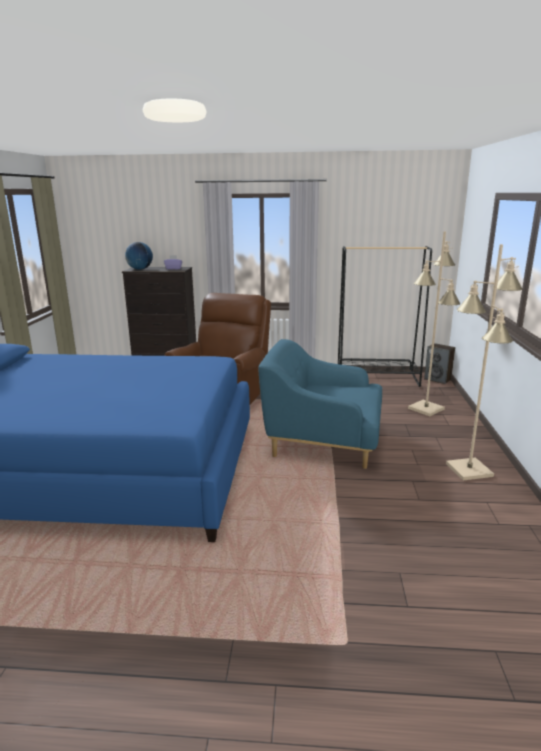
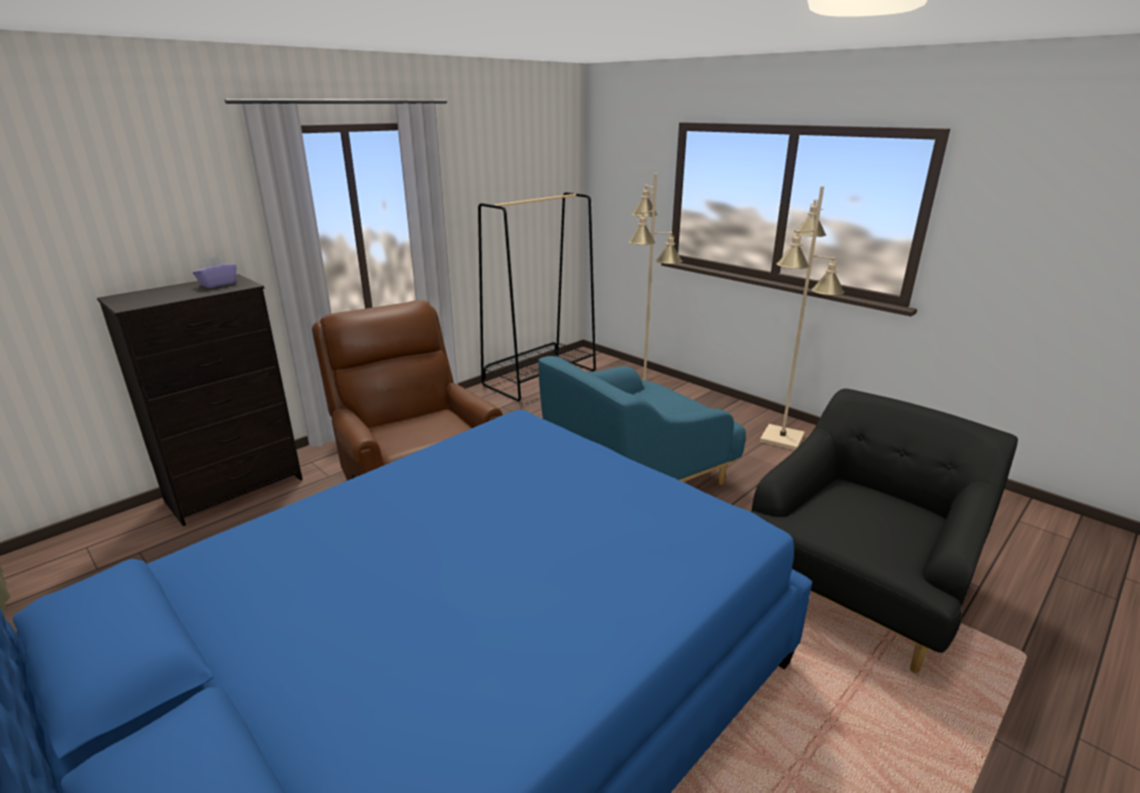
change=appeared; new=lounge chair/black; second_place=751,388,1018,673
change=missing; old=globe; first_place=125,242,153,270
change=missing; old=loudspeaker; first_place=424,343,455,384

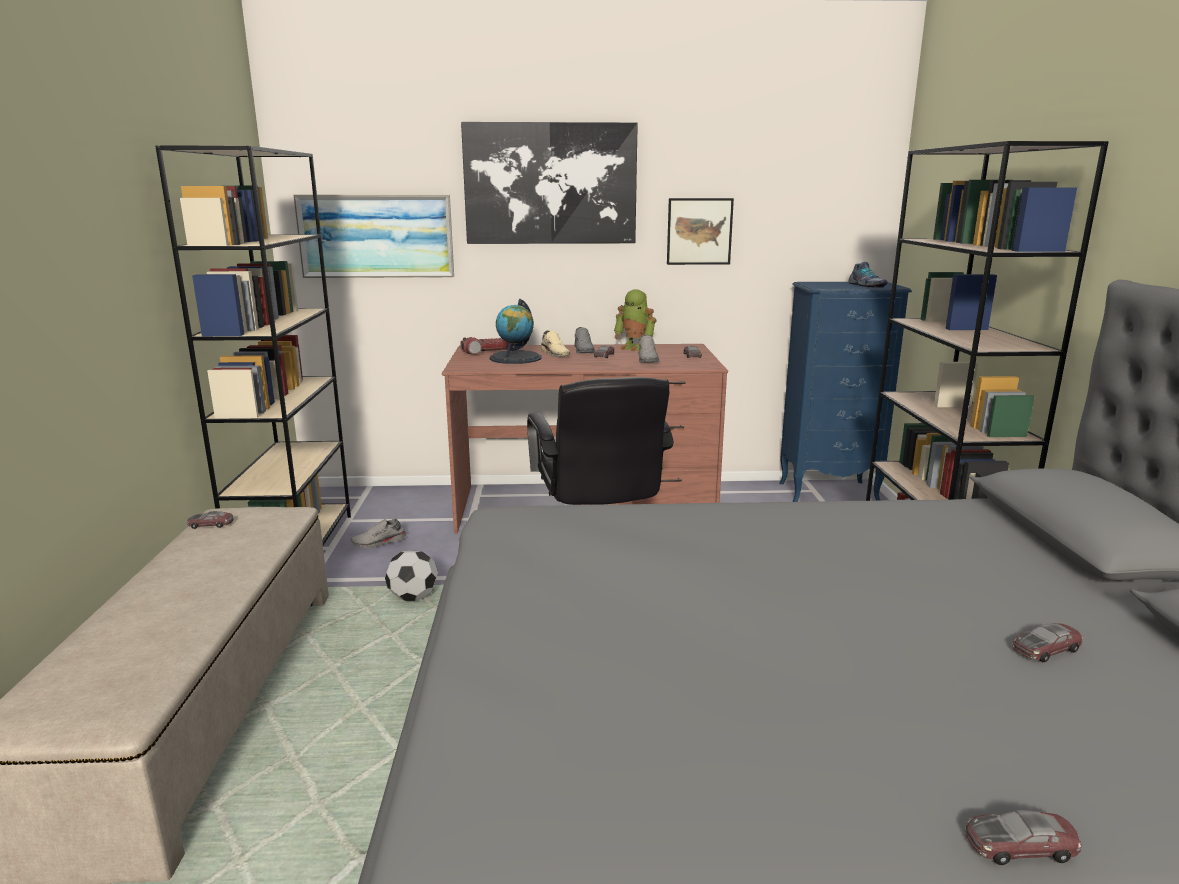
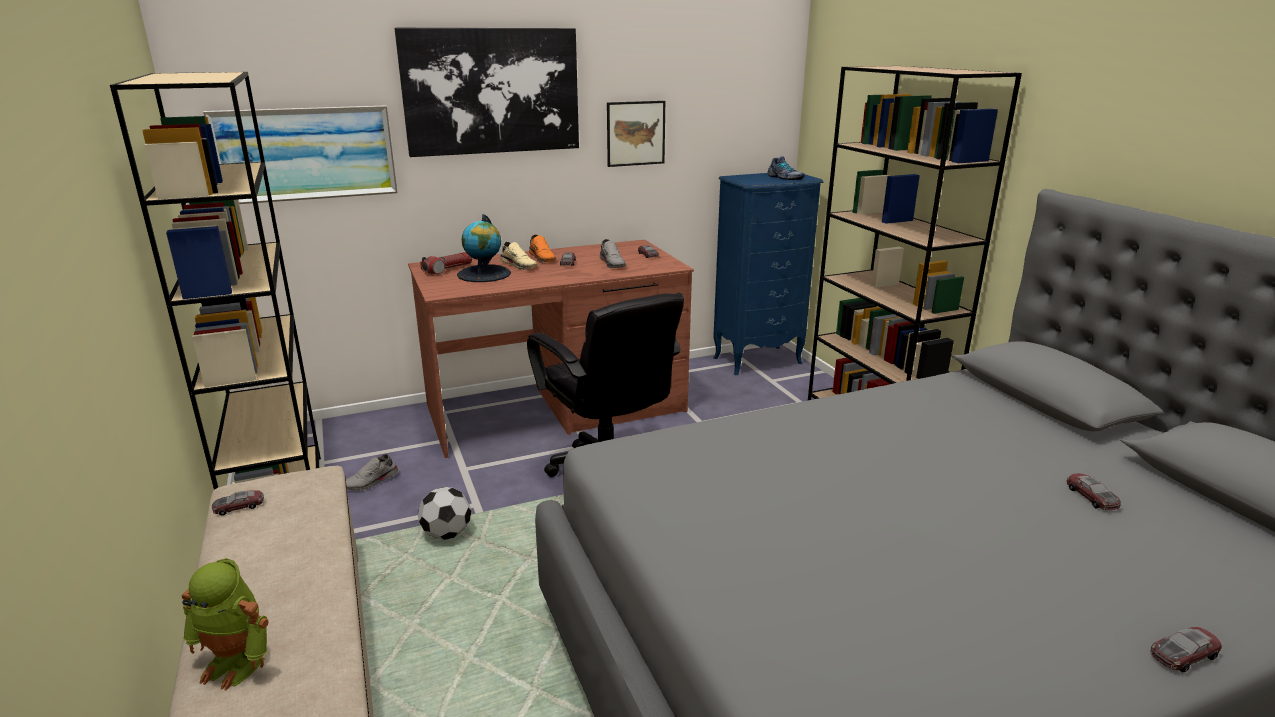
change=relocated; old=model robot; first_place=614,289,657,351; second_place=182,558,269,690
change=colour; old=low shoe/grey; new=low shoe/orange-coloured; first_place=574,327,595,353; second_place=529,234,556,262
change=spun; old=miniature car; first_place=1012,623,1083,663; second_place=1067,473,1121,510; degrees=-60

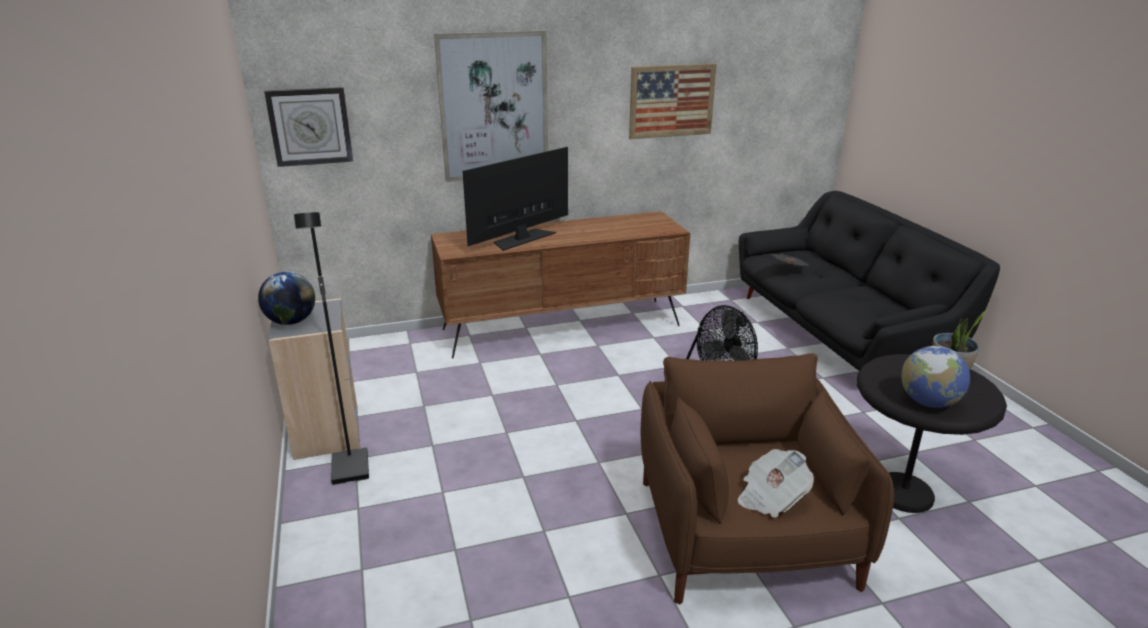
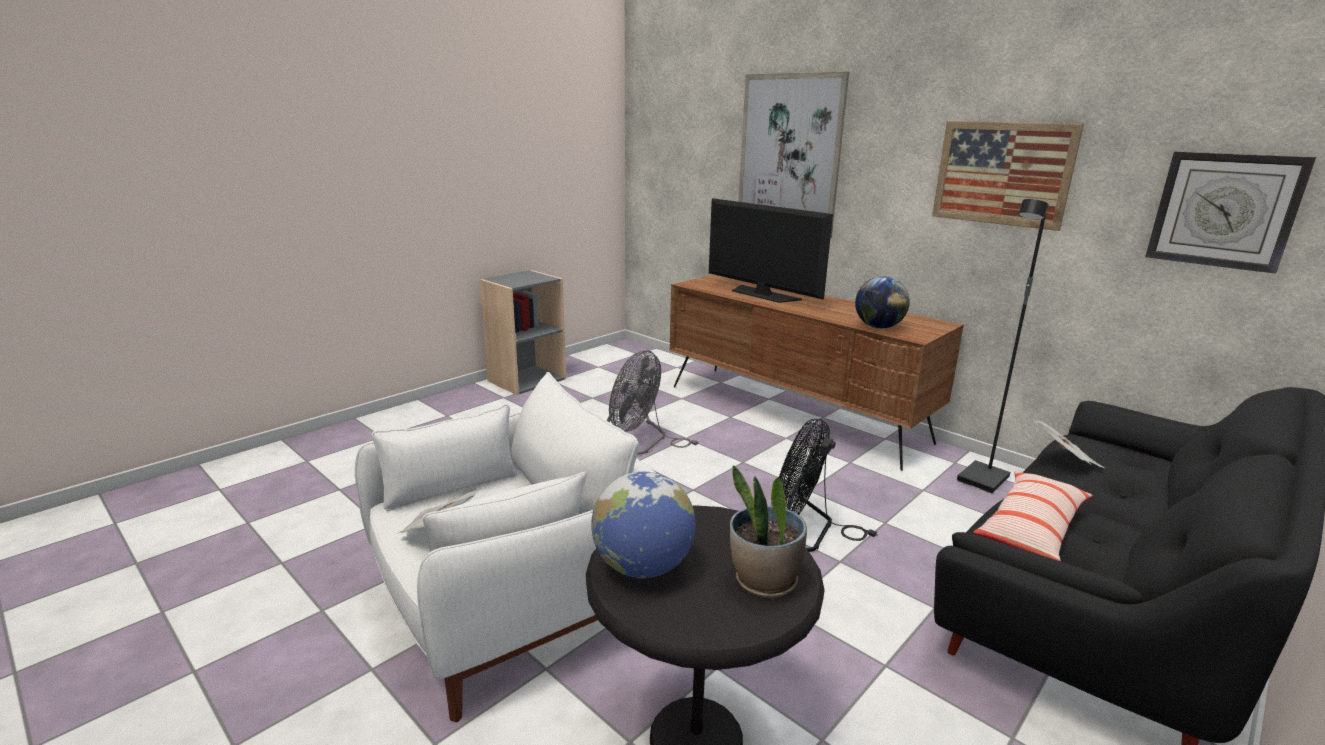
change=colour; old=lounge chair/brown-coloured; new=lounge chair/white-coloured; first_place=641,353,894,605; second_place=355,372,656,722
change=appeared; new=cooling fan/grey; second_place=607,350,698,454
change=spun; old=TV set; first_place=463,147,568,251; second_place=709,198,833,303; degrees=-150
change=relocated; old=globe; first_place=258,272,315,325; second_place=855,276,910,328
change=relocated; old=standard lamp/black; first_place=294,212,369,485; second_place=957,199,1049,493
change=appeared; new=pillow; second_place=973,471,1093,561
change=relocated; old=clock on the wall; first_place=264,87,353,167; second_place=1145,151,1316,274

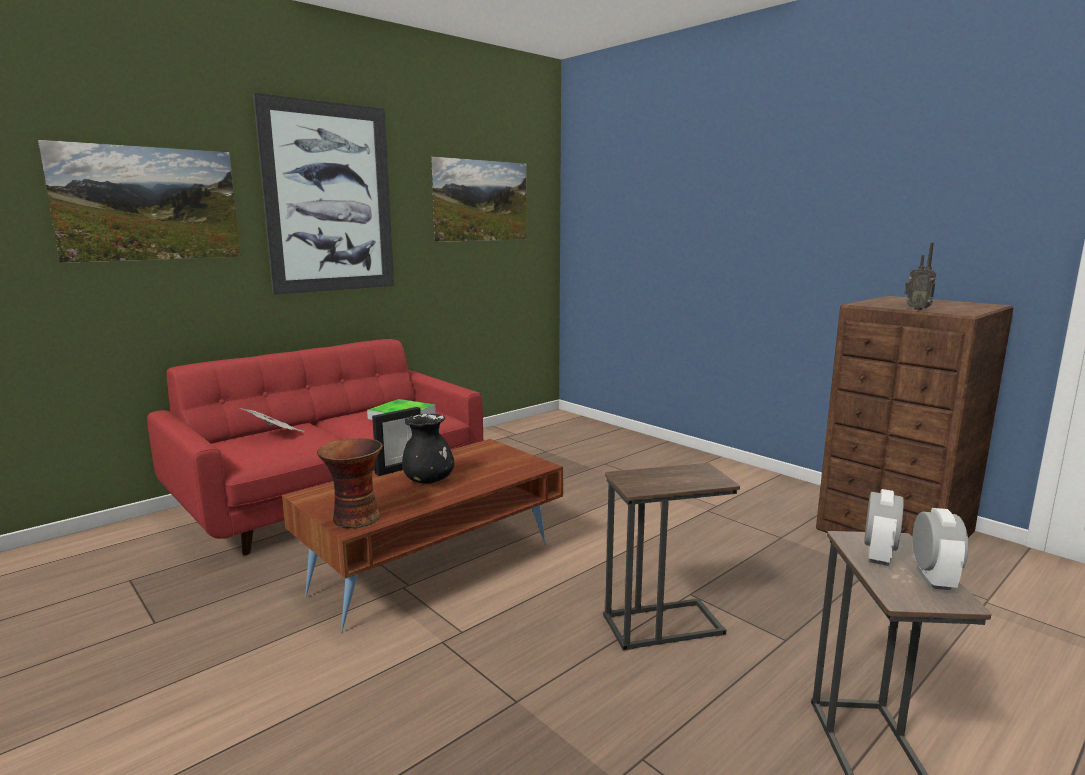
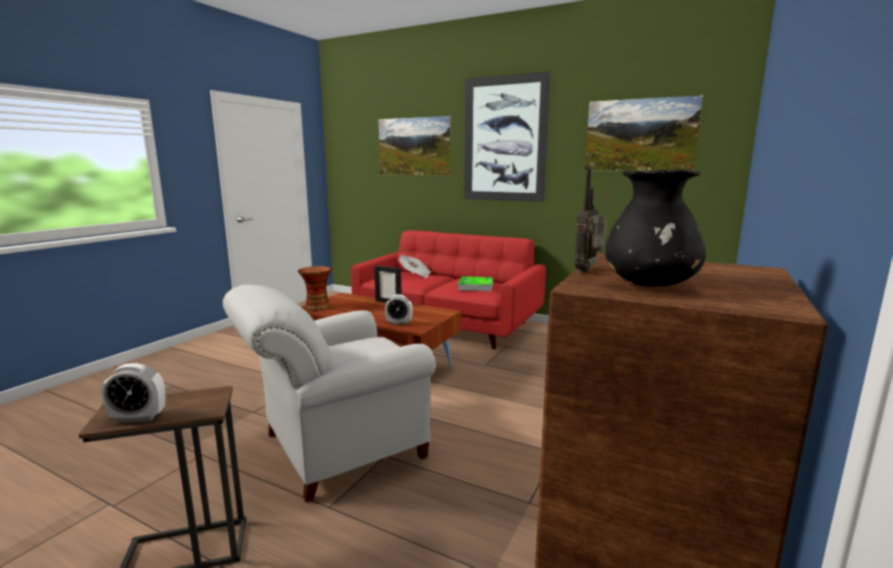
change=exchanged; old=end table/brown-coloured; new=lounge chair/white-coloured; first_place=603,463,740,651; second_place=223,284,436,502
change=relocated; old=alarm clock; first_place=864,489,904,566; second_place=385,294,413,325
change=relocated; old=vase/black; first_place=402,414,454,484; second_place=605,170,706,286

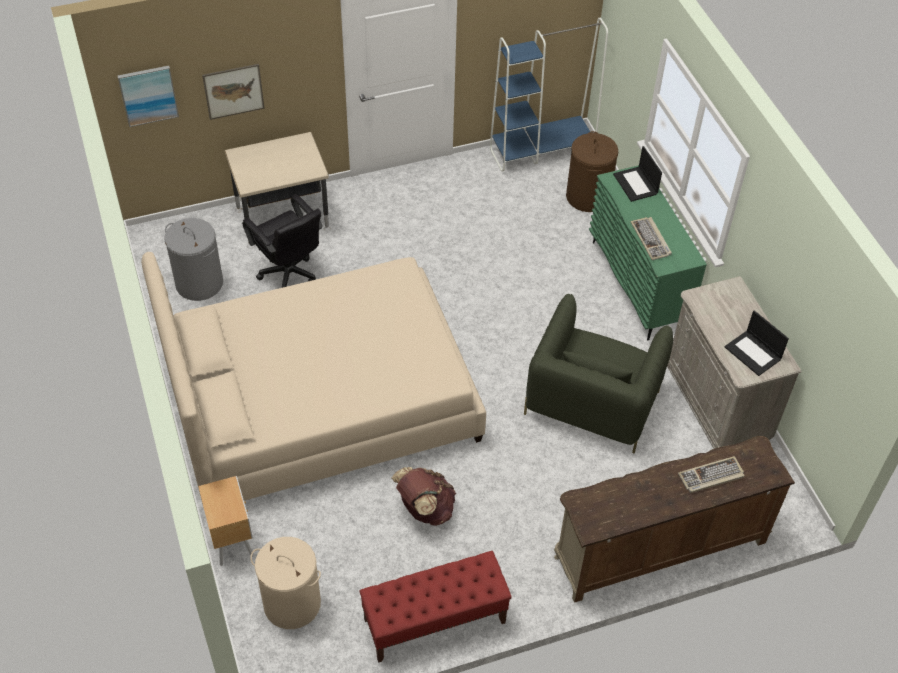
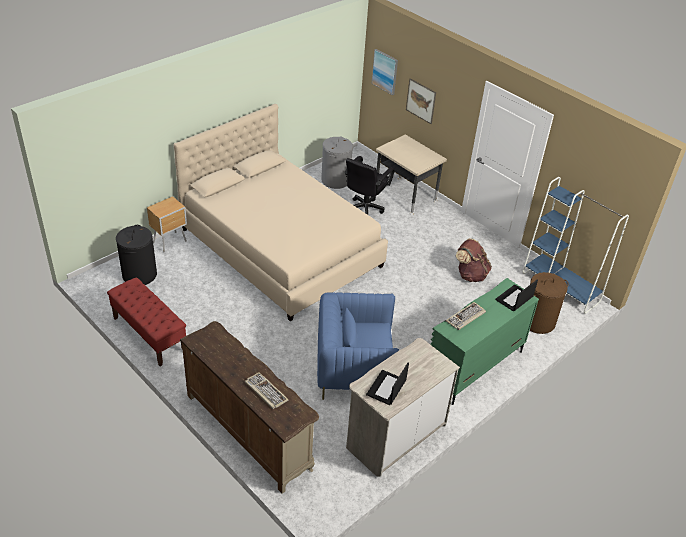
change=colour; old=laundry basket/sand-coloured; new=laundry basket/black; first_place=250,537,321,629; second_place=116,225,157,285
change=colour; old=lounge chair/green-coloured; new=lounge chair/blue-coloured; first_place=524,294,673,453; second_place=317,292,399,400
change=relocated; old=backpack/brown-coloured; first_place=392,467,456,526; second_place=456,238,492,282

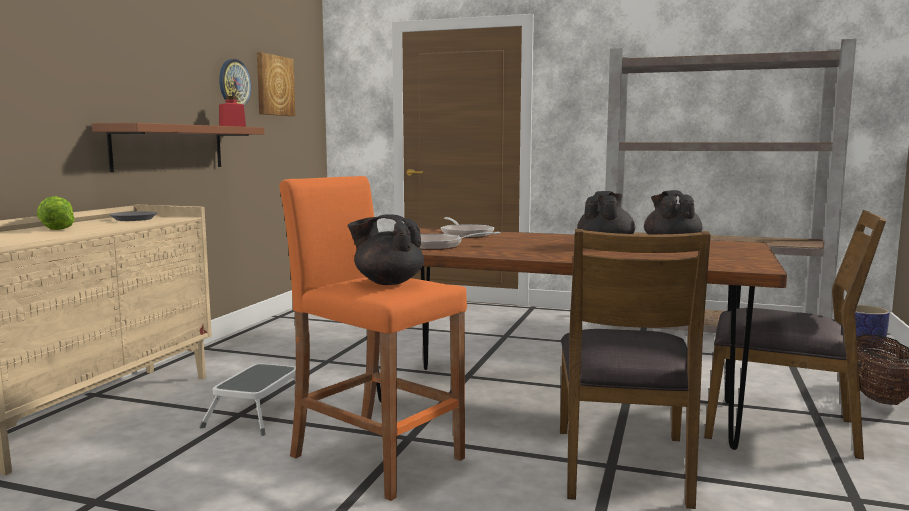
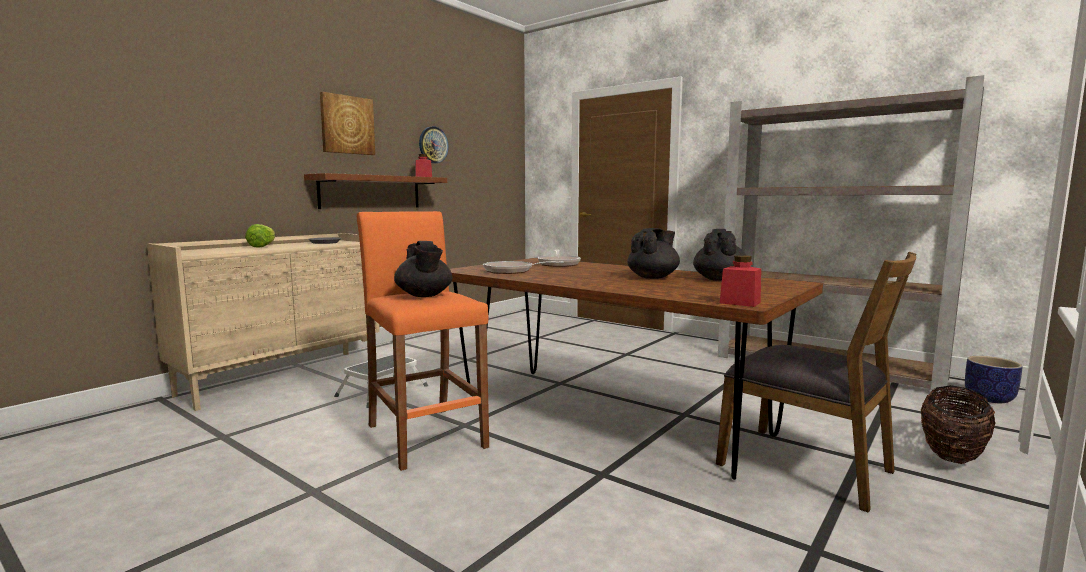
change=relocated; old=wall picture; first_place=257,52,295,116; second_place=320,92,375,155
change=spun; old=pot for tea/black; first_place=347,214,424,285; second_place=394,241,452,297; degrees=-150
change=appeared; new=preserve jar/reddish; second_place=720,255,761,307
change=missing; old=plain chair/brown-coloured; first_place=560,229,711,509

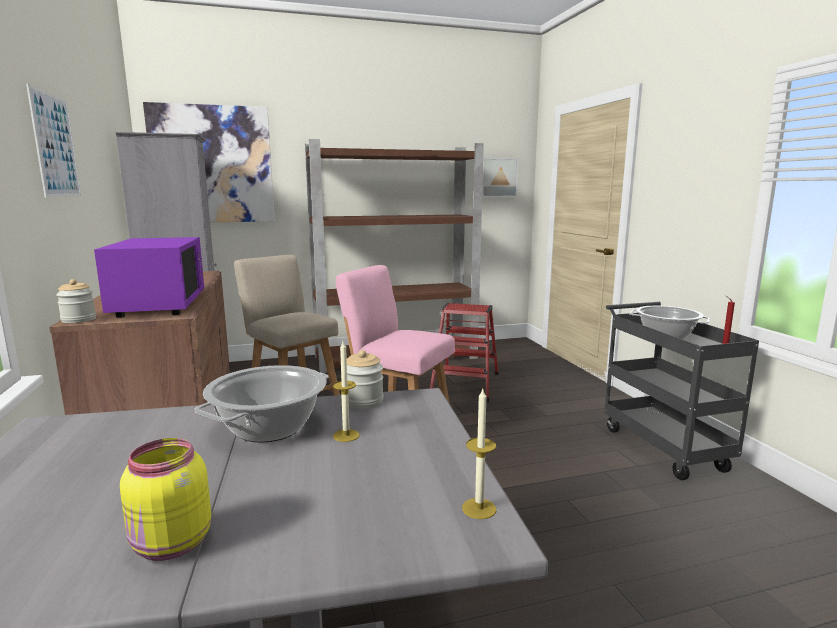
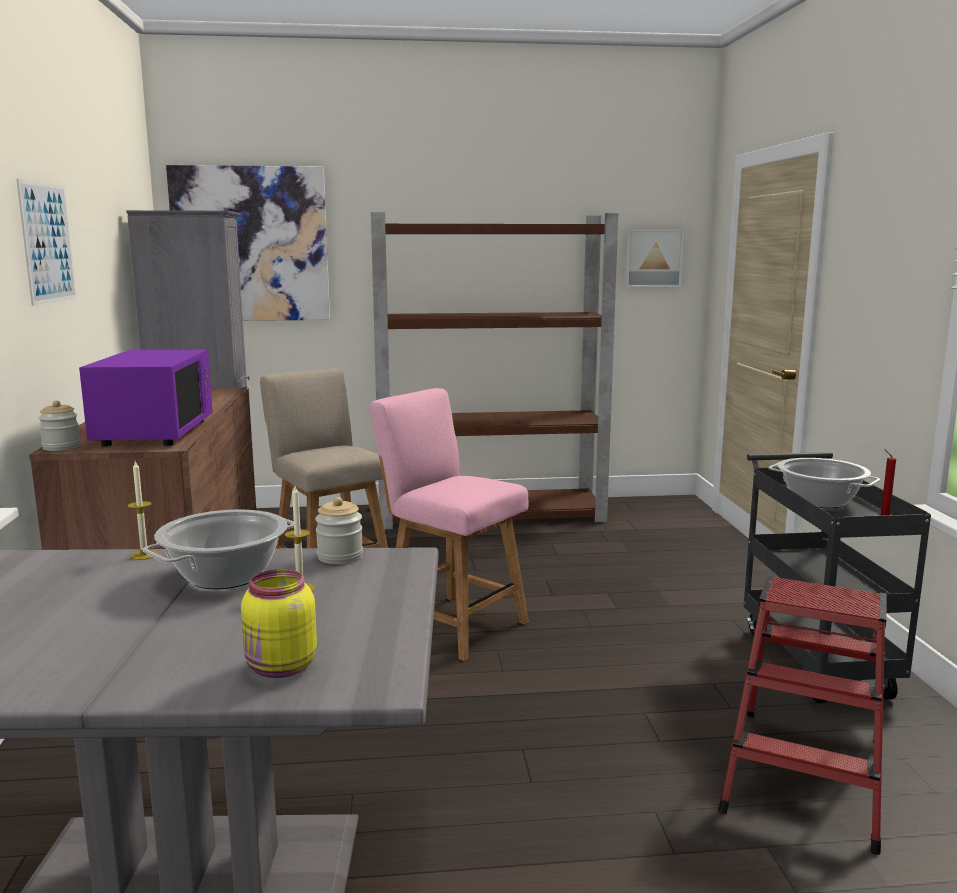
change=relocated; old=wax candle; first_place=462,389,496,519; second_place=127,461,158,560
change=relocated; old=preserve jar/yellow; first_place=120,438,211,561; second_place=241,569,317,678
change=relocated; old=step ladder/reddish; first_place=430,303,499,403; second_place=719,575,887,855

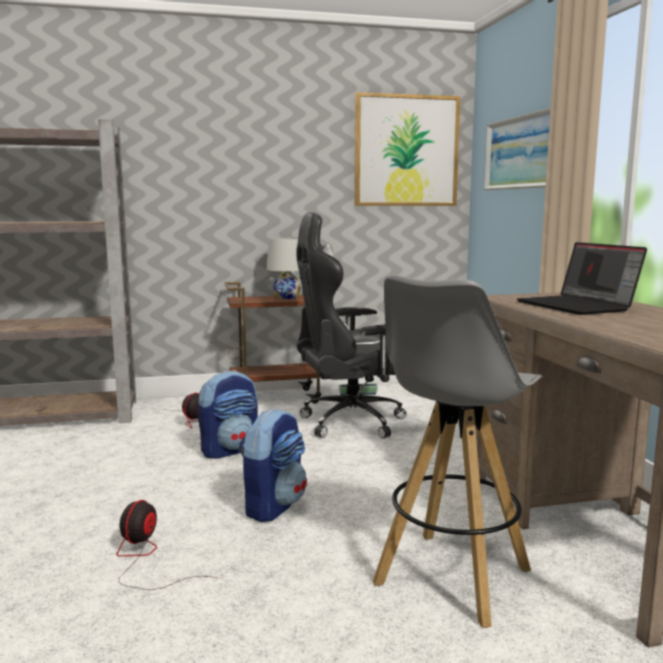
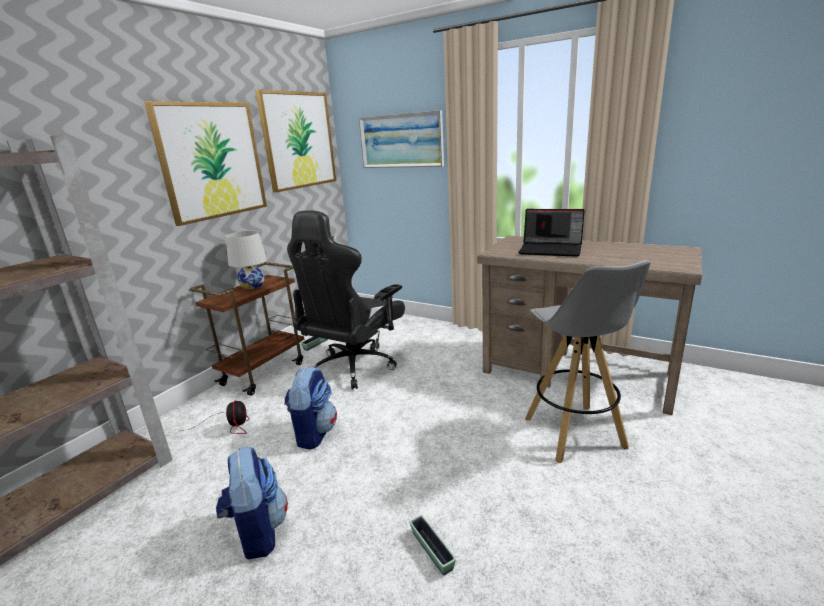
change=appeared; new=wall picture; second_place=144,101,267,226
change=relocated; old=backpack; first_place=239,408,307,522; second_place=216,447,288,560
change=exchanged; old=cooling fan; new=flower pot; first_place=117,500,216,590; second_place=410,515,456,575

